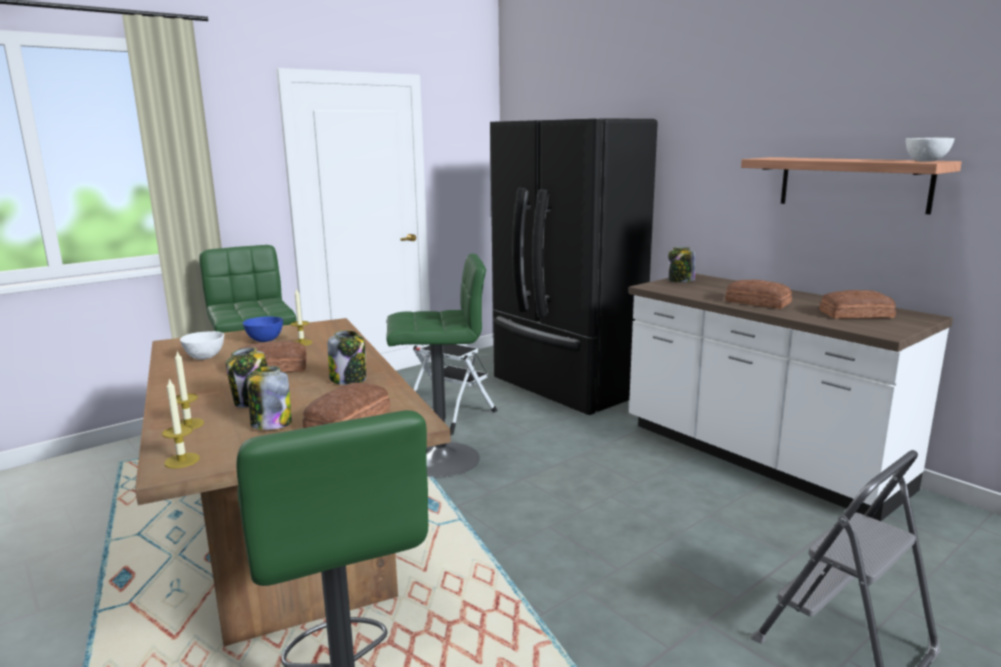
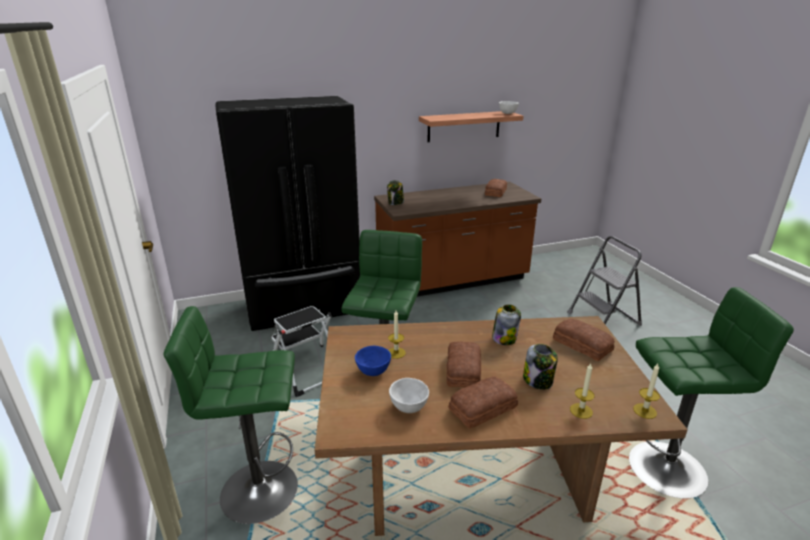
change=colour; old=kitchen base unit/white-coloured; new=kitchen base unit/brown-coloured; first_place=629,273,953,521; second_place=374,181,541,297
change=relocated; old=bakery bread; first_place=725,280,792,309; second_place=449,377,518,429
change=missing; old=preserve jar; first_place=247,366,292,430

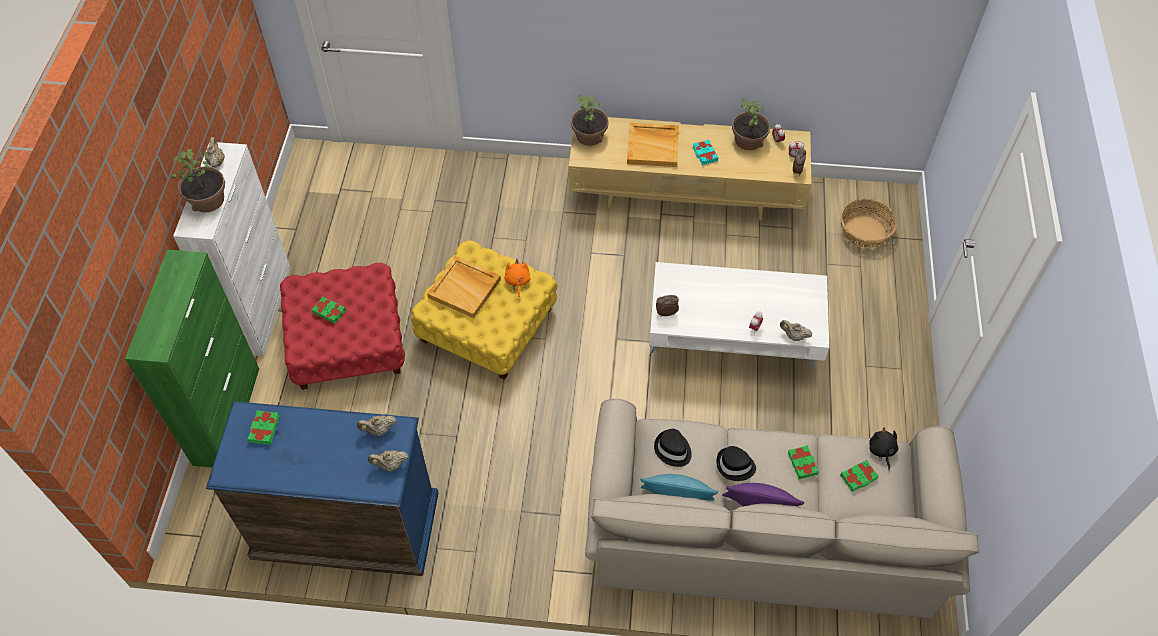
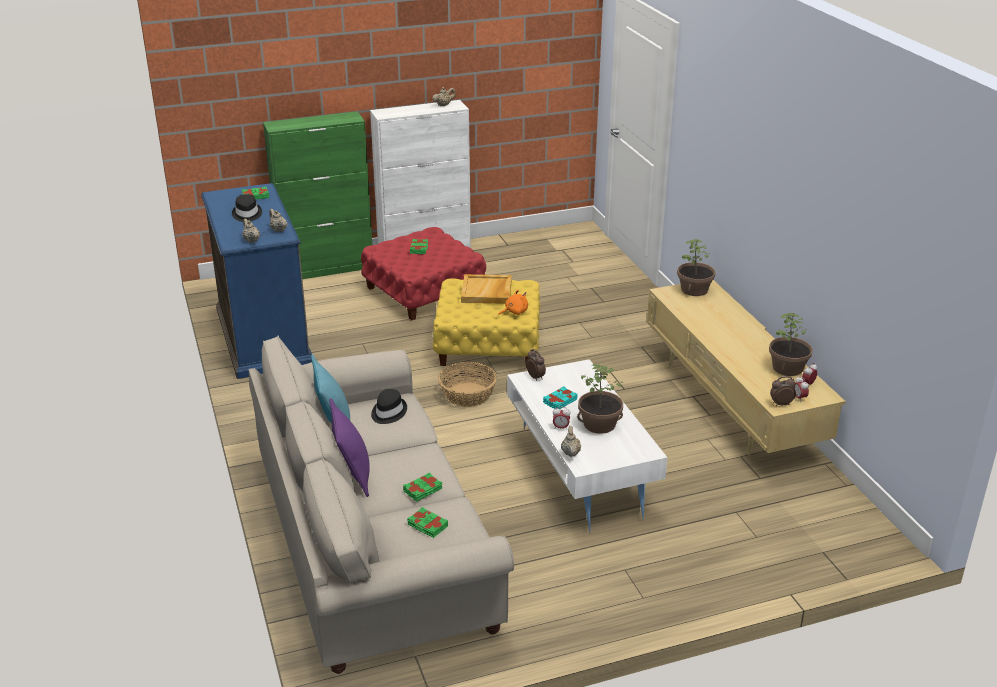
change=relocated; old=hat/black; first_place=716,446,756,481; second_place=232,194,262,222
change=relocated; old=household basket; first_place=840,198,897,248; second_place=438,362,497,407
change=relocated; old=bound book/blue-green; first_place=693,139,718,165; second_place=543,386,577,409
change=relocated; old=houseplant; first_place=171,149,225,213; second_place=577,364,623,434
change=missing; old=carrying tray/sand-coloured; first_place=627,123,679,167
change=missing; old=cuddly toy/black; first_place=869,427,898,470

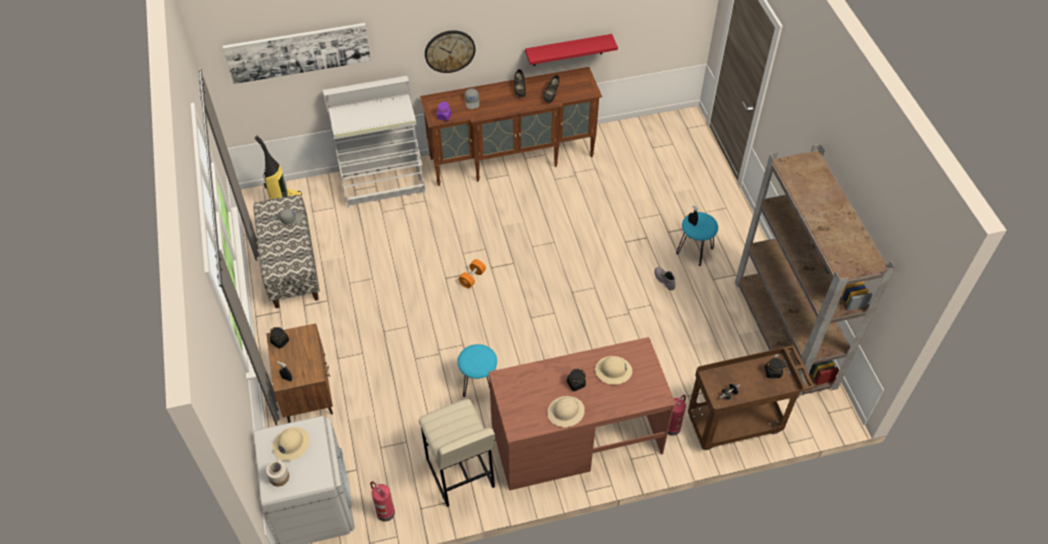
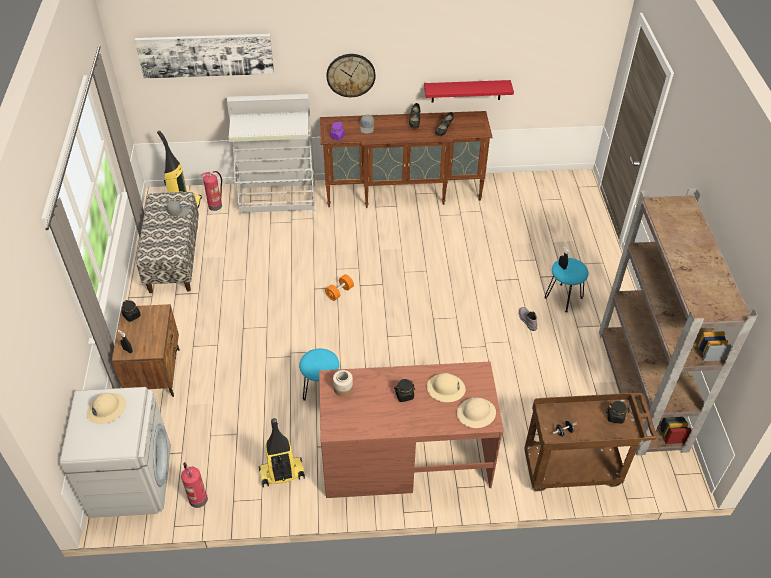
change=relocated; old=fire extinguisher; first_place=668,395,686,436; second_place=201,171,222,211
change=exchanged; old=stool seat/sand-coloured; new=hoover; first_place=419,399,495,507; second_place=259,418,305,488
change=relocated; old=preserve jar; first_place=266,460,289,486; second_place=333,370,353,396
change=relocated; old=safety helmet/sand-coloured; first_place=547,396,585,427; second_place=457,398,496,428

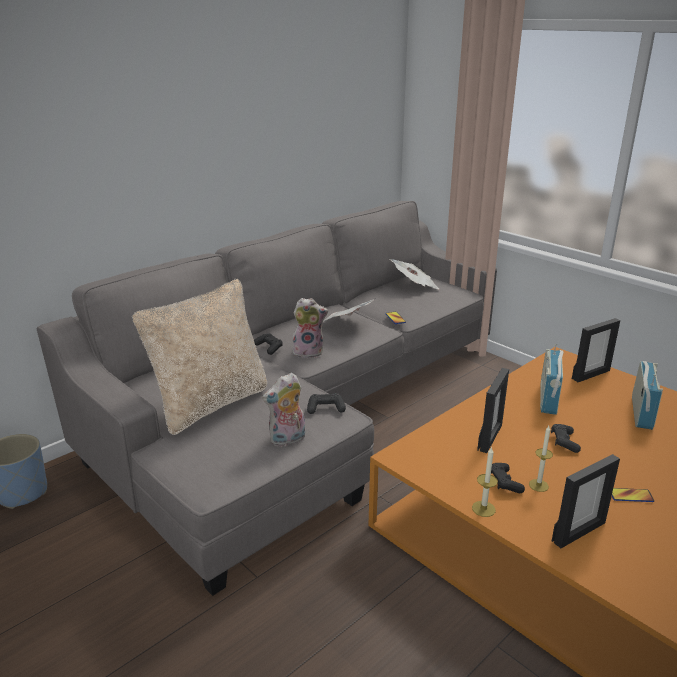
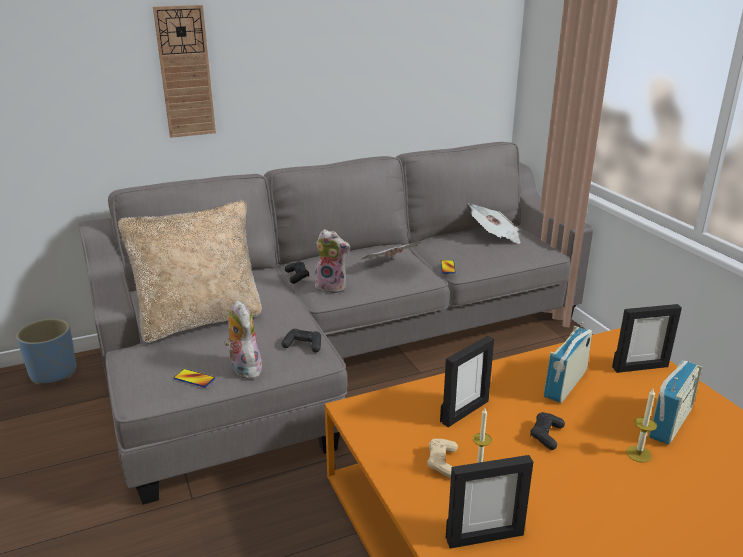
change=appeared; new=clock on the wall; second_place=153,5,216,138
change=relocated; old=handset; first_place=612,488,654,502; second_place=173,369,215,387
change=spun; old=cuddly toy; first_place=262,373,305,447; second_place=224,300,262,379; degrees=75
change=colour; old=gamepad/black; new=gamepad/sand-coloured; first_place=491,463,525,493; second_place=427,439,458,478
change=relocated; old=wax candle; first_place=472,447,498,517; second_place=626,389,657,463

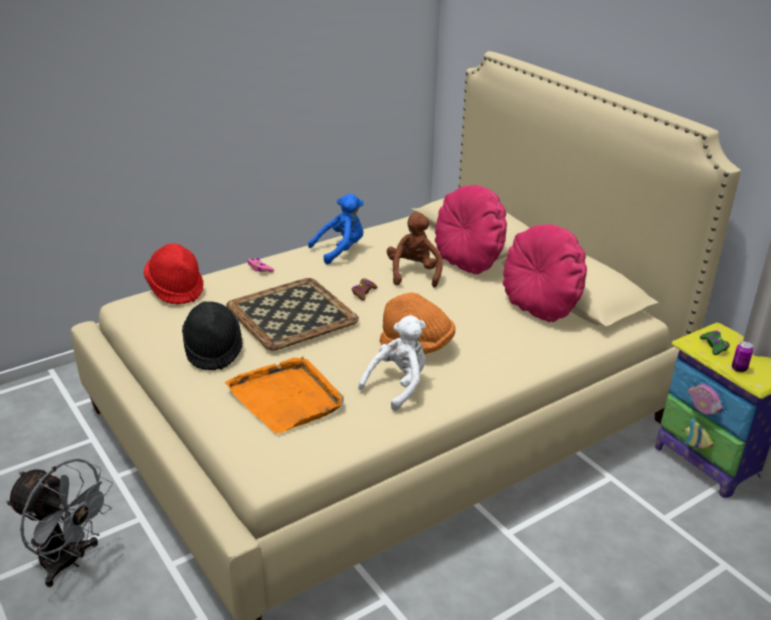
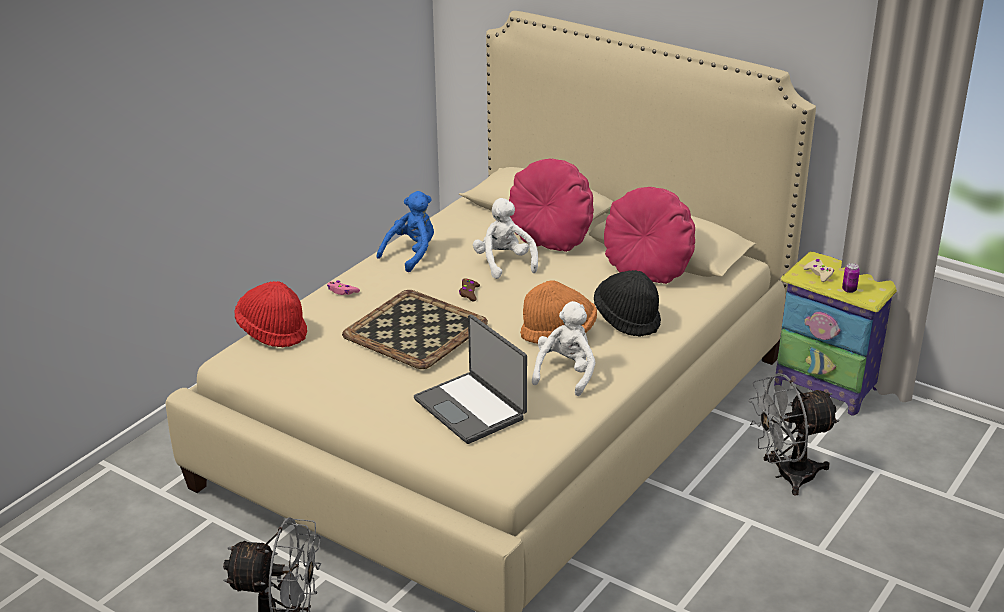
change=exchanged; old=carrying tray/orange-coloured; new=laptop; first_place=225,356,344,434; second_place=414,314,527,444
change=colour; old=cuddly toy/brown-coloured; new=cuddly toy/white-coloured; first_place=387,212,443,288; second_place=473,198,538,279
change=relocated; old=hat/black; first_place=182,301,243,370; second_place=594,270,661,337
change=appeared; new=cooling fan/grey; second_place=748,373,840,496
change=colour; old=gamepad/green-coloured; new=gamepad/sand-coloured; first_place=700,331,730,355; second_place=803,259,834,282

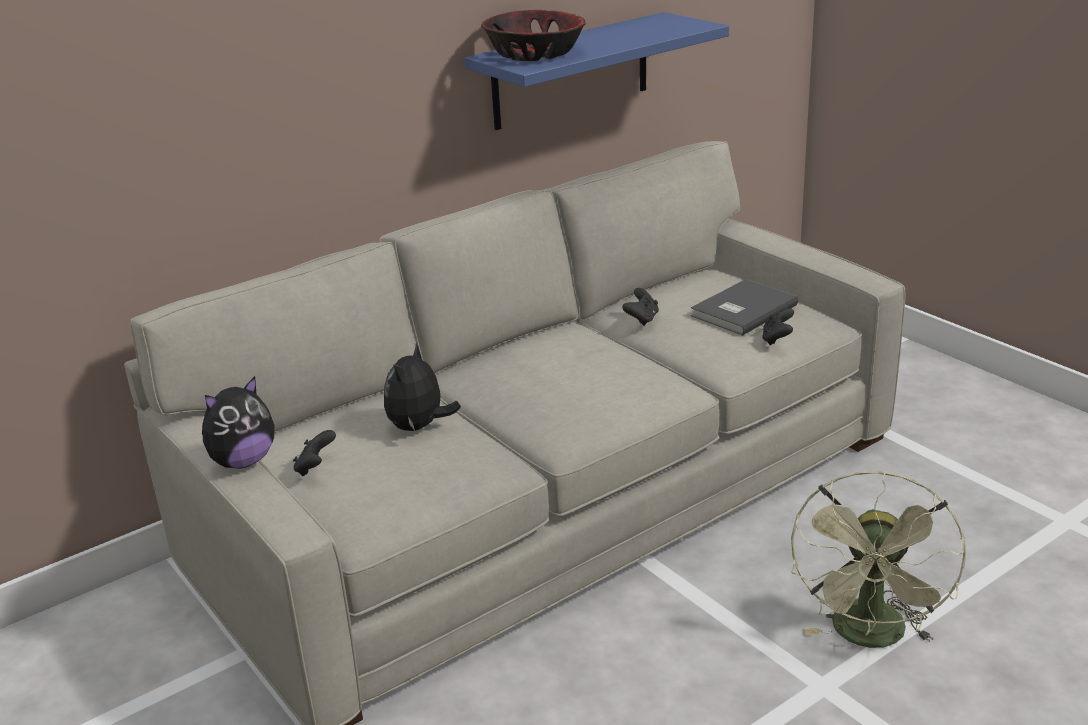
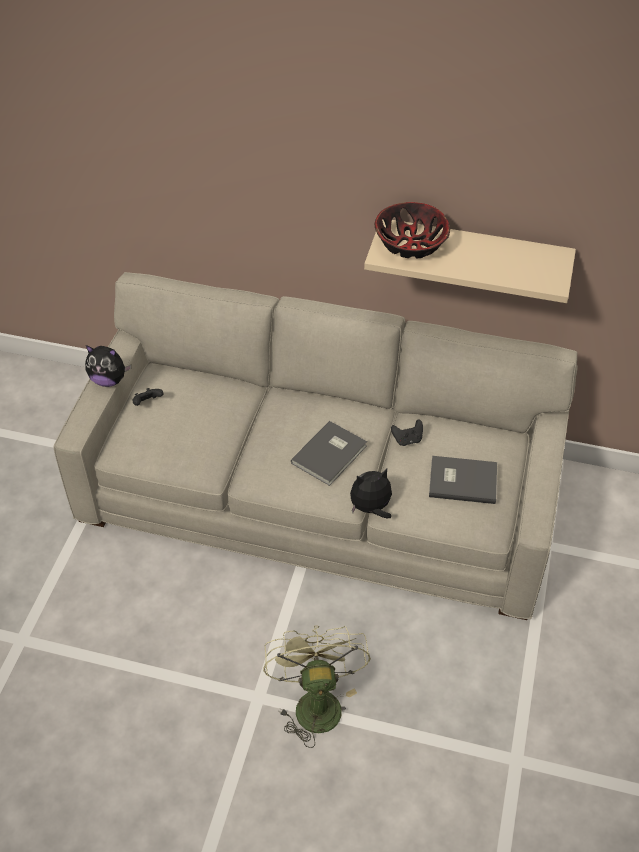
change=spun; old=cooling fan/green-coloured; first_place=791,471,966,648; second_place=263,625,371,748; degrees=105
change=appeared; new=bound book/grey; second_place=291,421,367,486
change=relocated; old=cuddly toy; first_place=384,343,461,431; second_place=350,469,392,518
change=colour; old=wall shelf/blue-coloured; new=wall shelf/sand-coloured; first_place=464,12,729,130; second_place=364,219,576,303
change=missing; old=gamepad/black; first_place=762,308,794,345

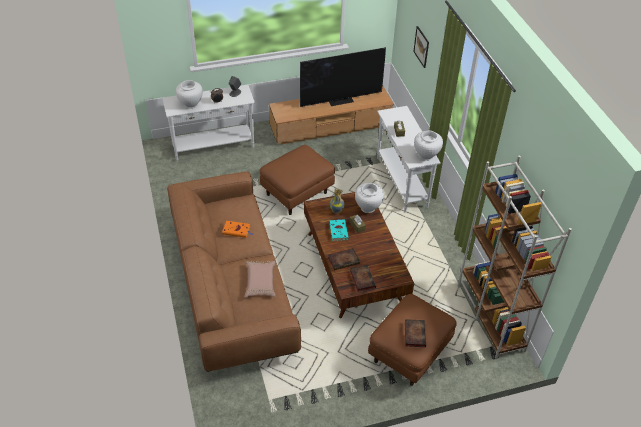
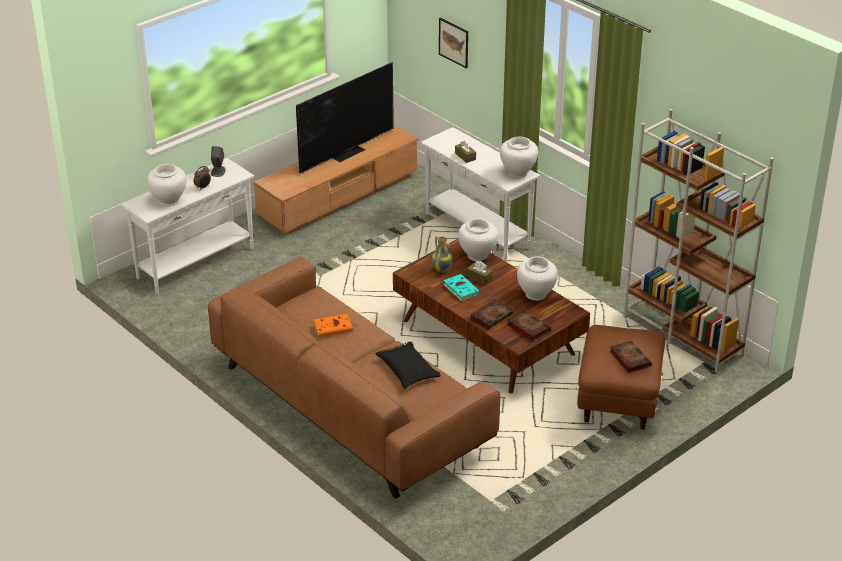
change=colour; old=pillow/sand-coloured; new=pillow/black; first_place=245,261,276,298; second_place=376,342,441,389
change=appeared; new=vase/white-coloured; second_place=517,256,558,301
change=missing; old=pouffe/brown-coloured; first_place=259,145,335,215

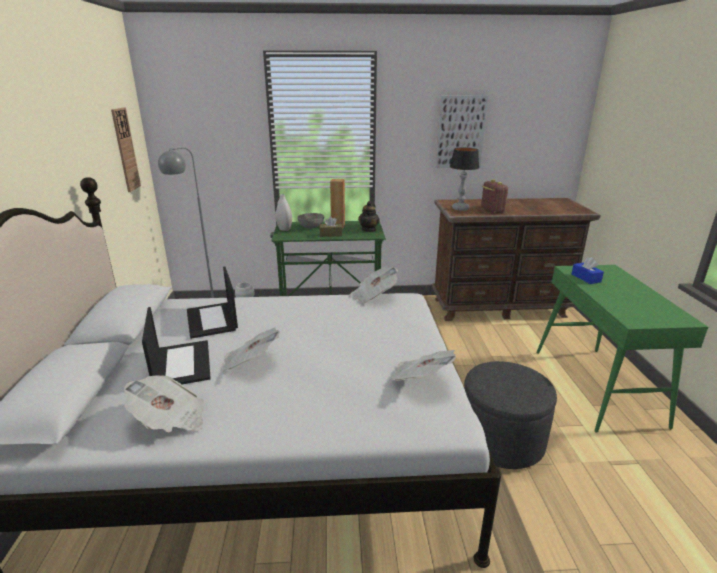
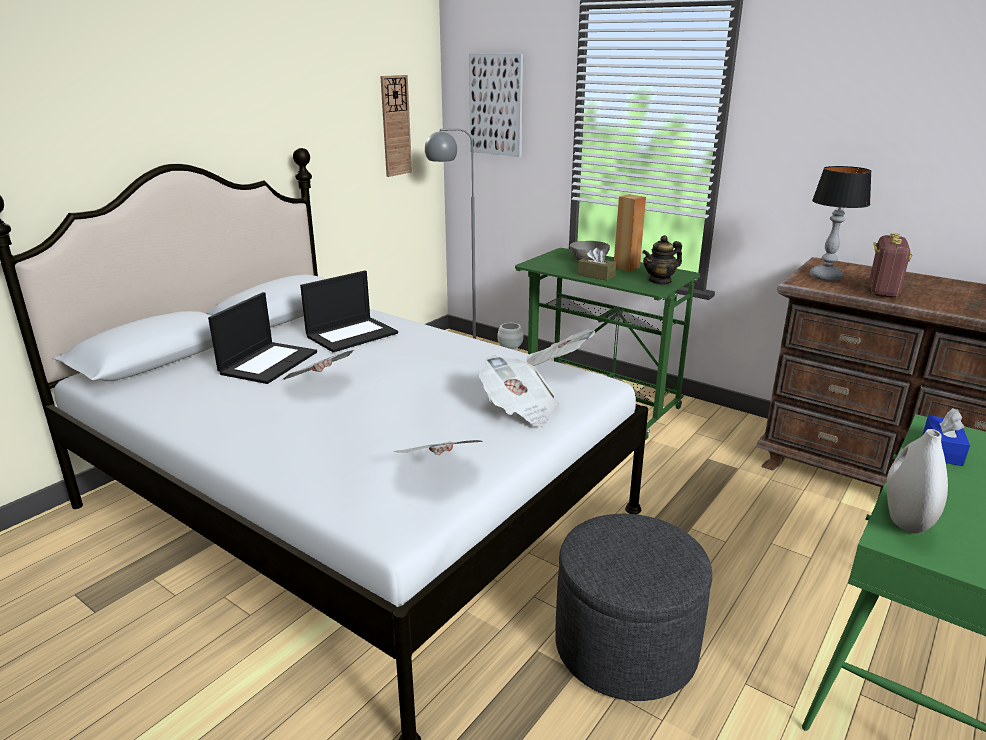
change=spun; old=laptop; first_place=187,267,238,339; second_place=300,270,398,352; degrees=-150
change=relocated; old=wall picture; first_place=436,95,488,168; second_place=469,53,523,157
change=relocated; old=daily paper; first_place=124,375,204,432; second_place=479,356,559,427
change=relocated; old=vase/white-coloured; first_place=275,194,292,231; second_place=887,429,948,534

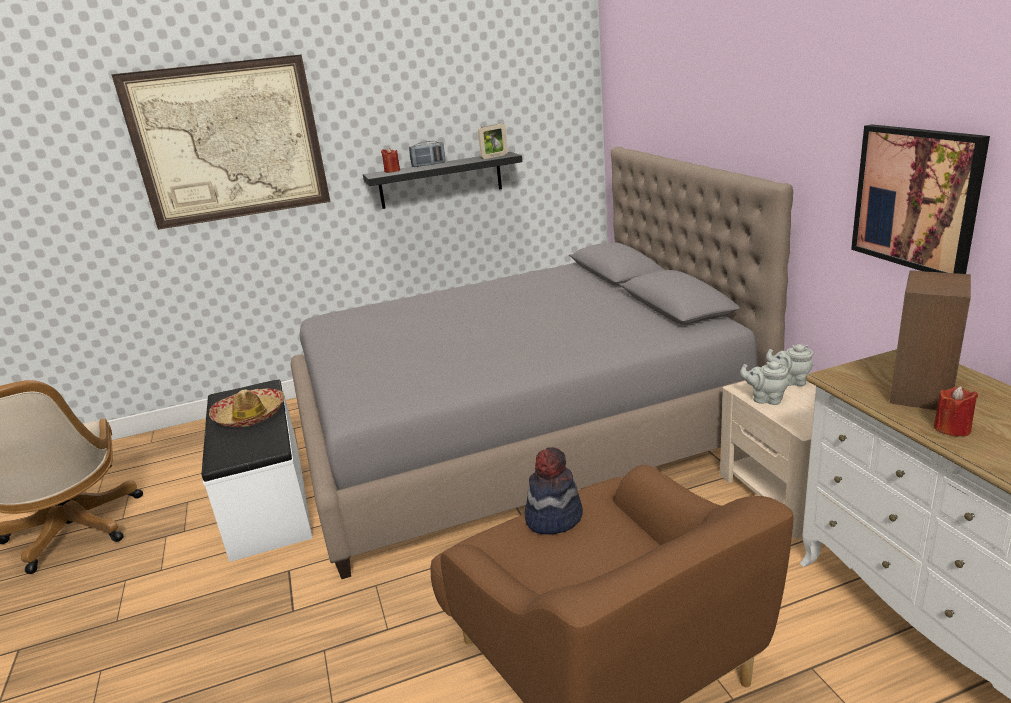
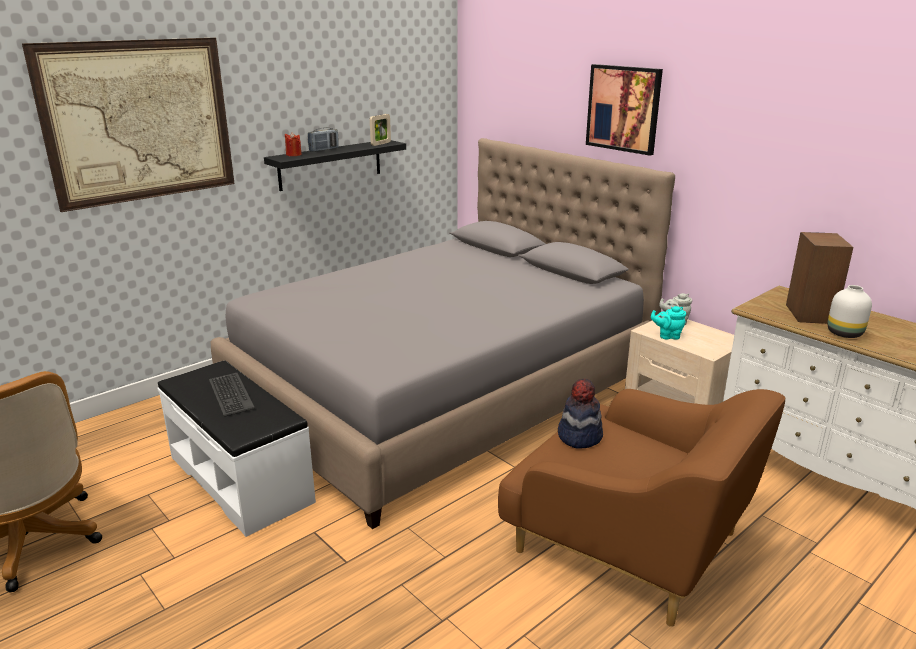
change=exchanged; old=hat; new=PC keyboard; first_place=209,388,285,427; second_place=209,373,255,417
change=relocated; old=wall picture; first_place=851,124,990,274; second_place=586,64,663,156
change=colour; old=pot for tea/grey; new=pot for tea/blue-green; first_place=740,361,789,405; second_place=651,306,686,340
change=exchanged; old=wax candle/reddish; new=vase/white-coloured; first_place=934,386,978,436; second_place=827,285,872,338

